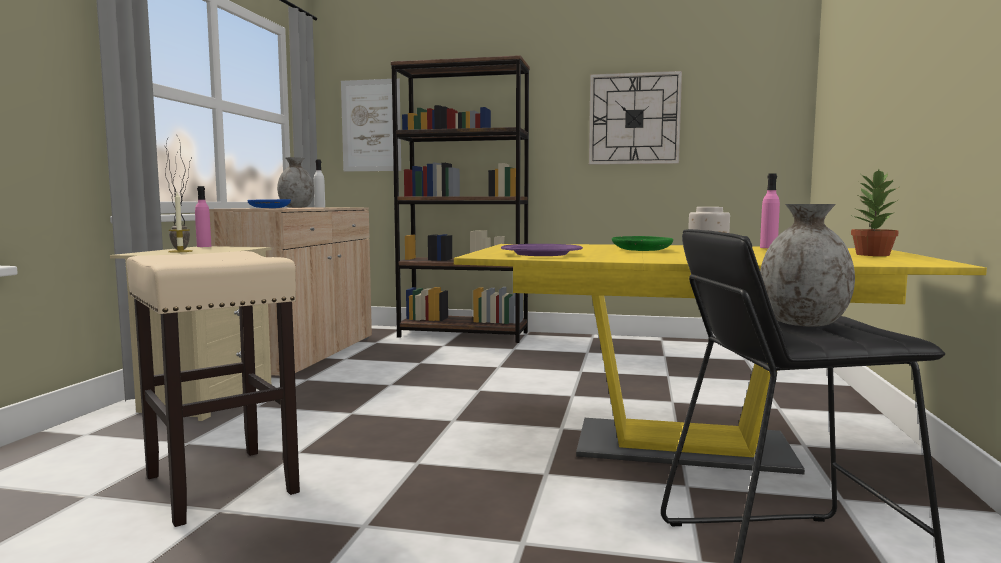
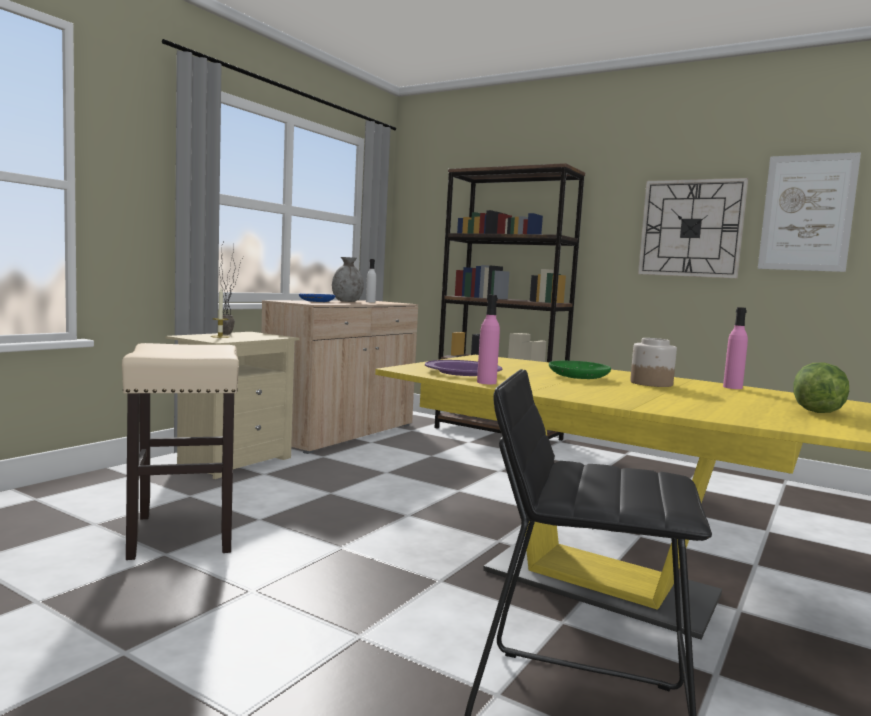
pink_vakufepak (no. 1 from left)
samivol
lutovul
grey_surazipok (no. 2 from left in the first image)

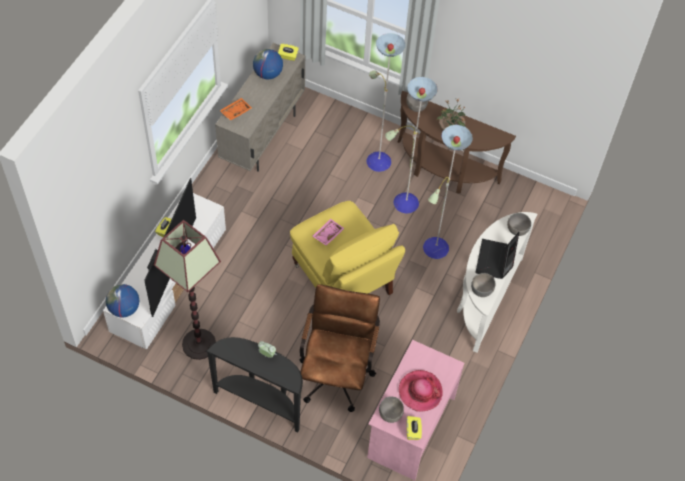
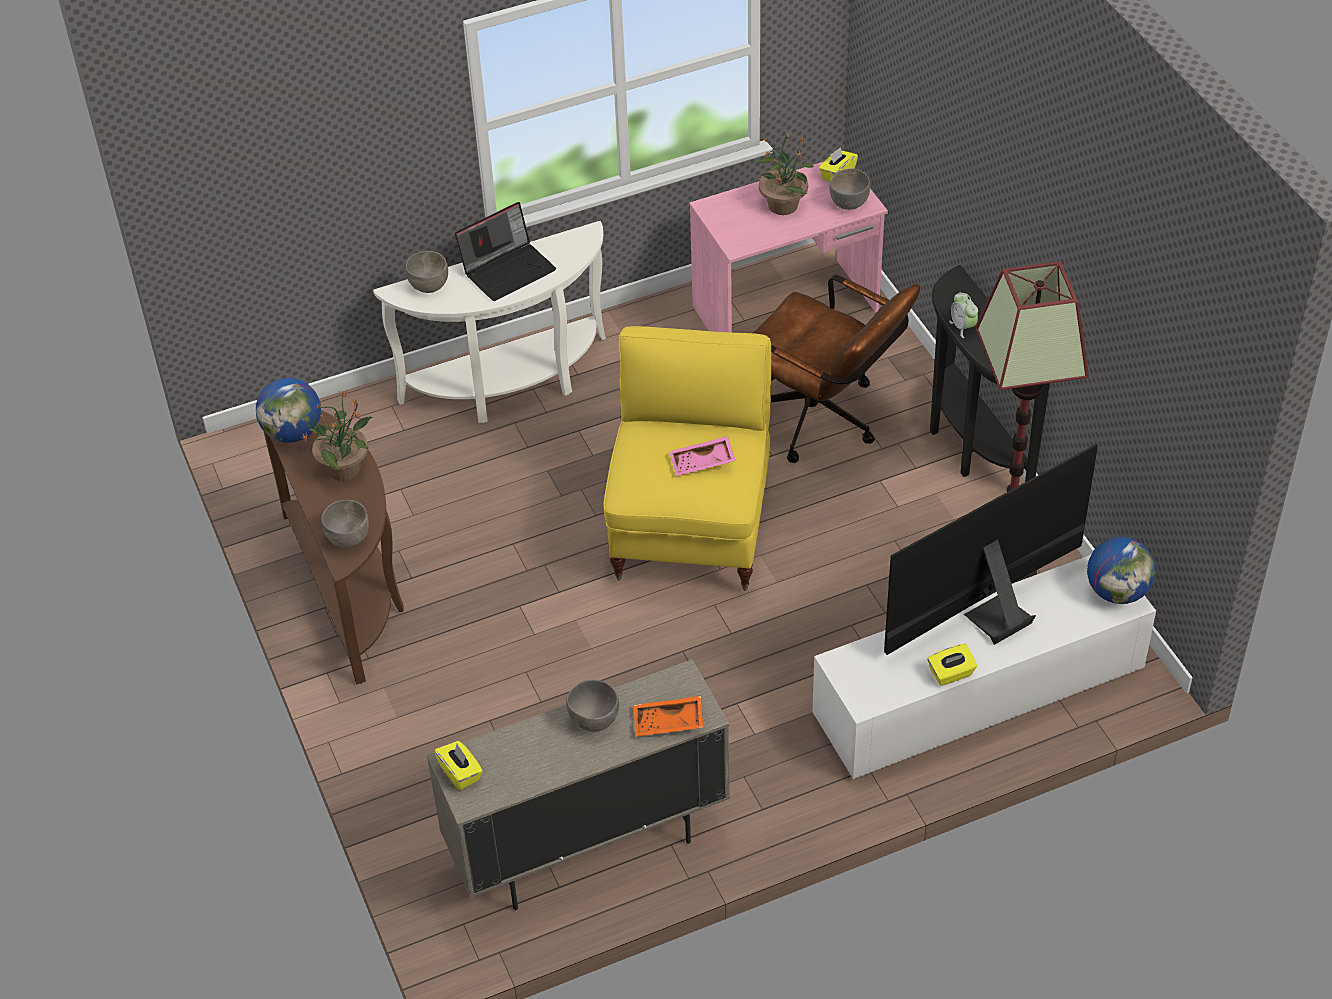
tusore (no. 1 from left)
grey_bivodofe (no. 3 from left)
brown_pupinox
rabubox (no. 2 from left)
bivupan (no. 2 from left in the first image)

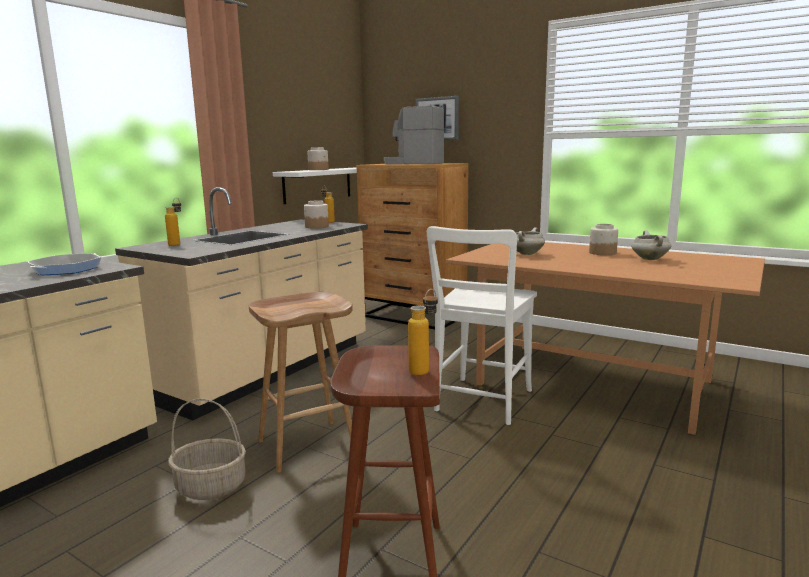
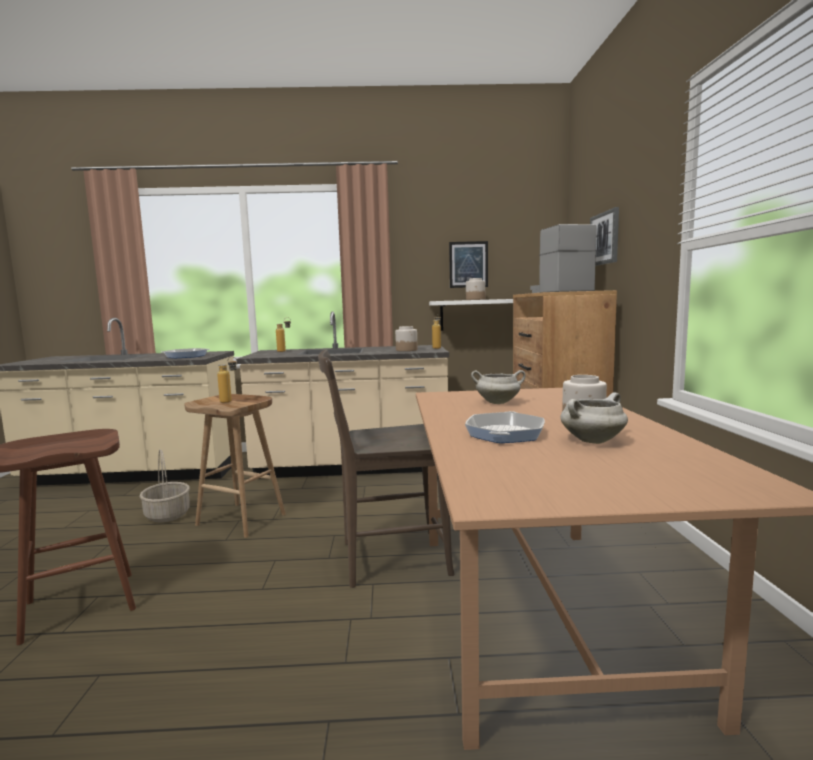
vakufepak (no. 1 from left)
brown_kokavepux
samivol (no. 1 from left)
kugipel (no. 2 from left)

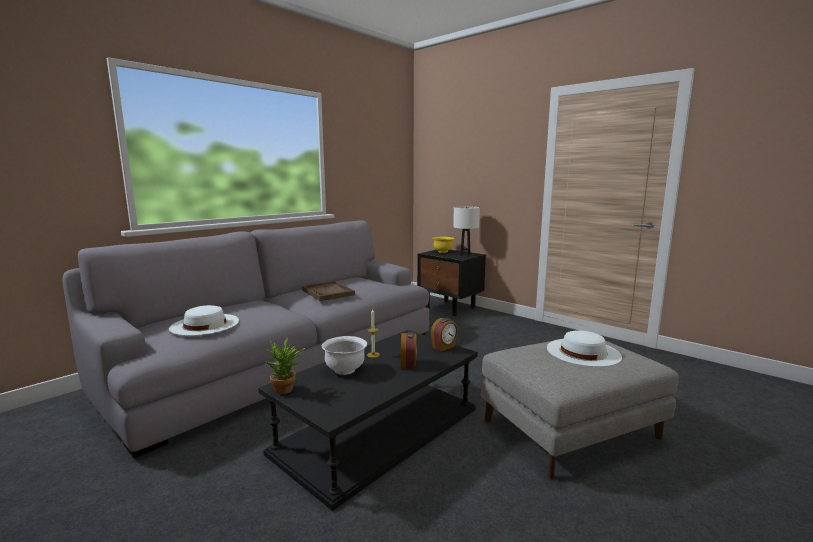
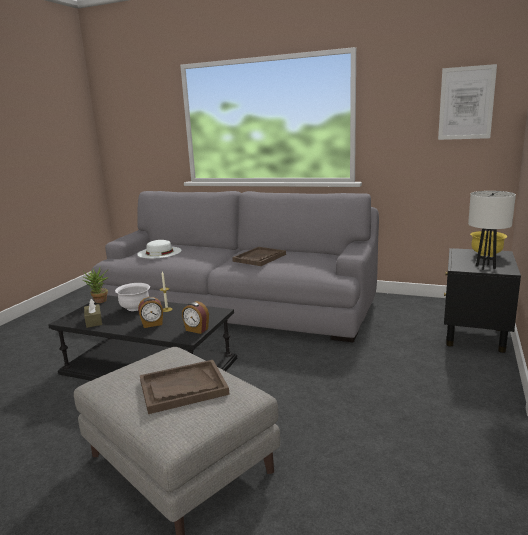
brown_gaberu
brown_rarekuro (no. 1 from left)
samivol

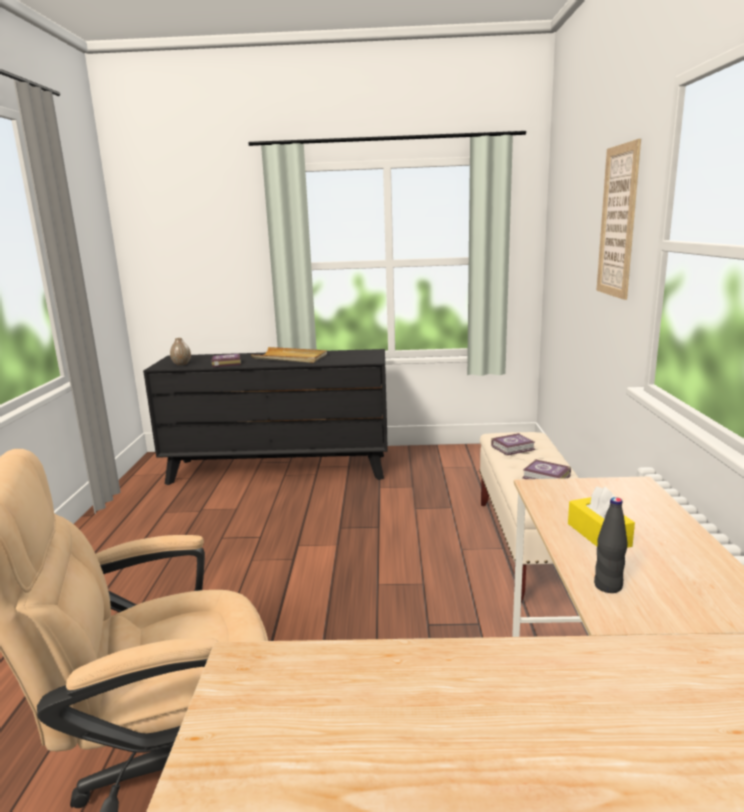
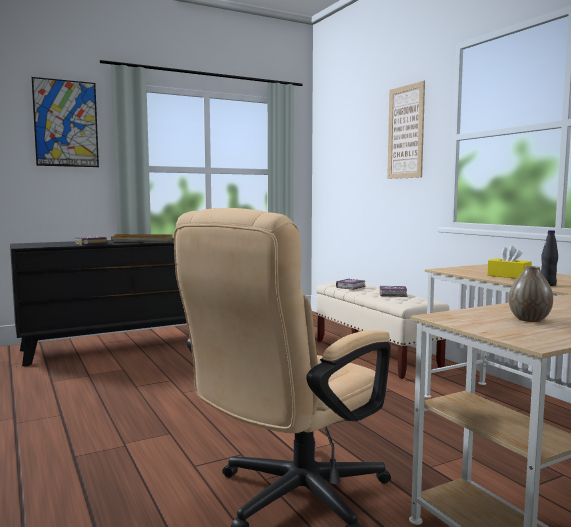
samivol (no. 1 from left)
surazipok

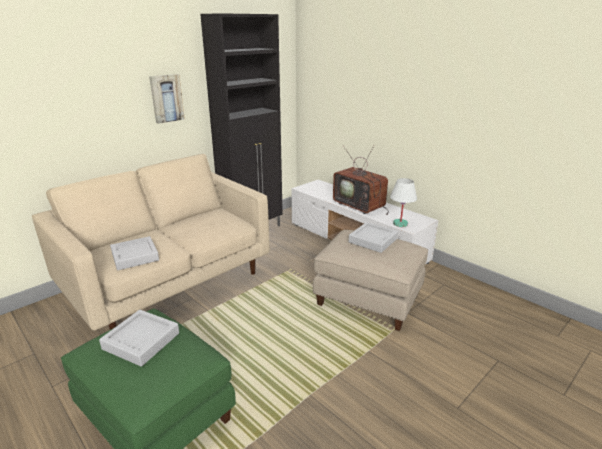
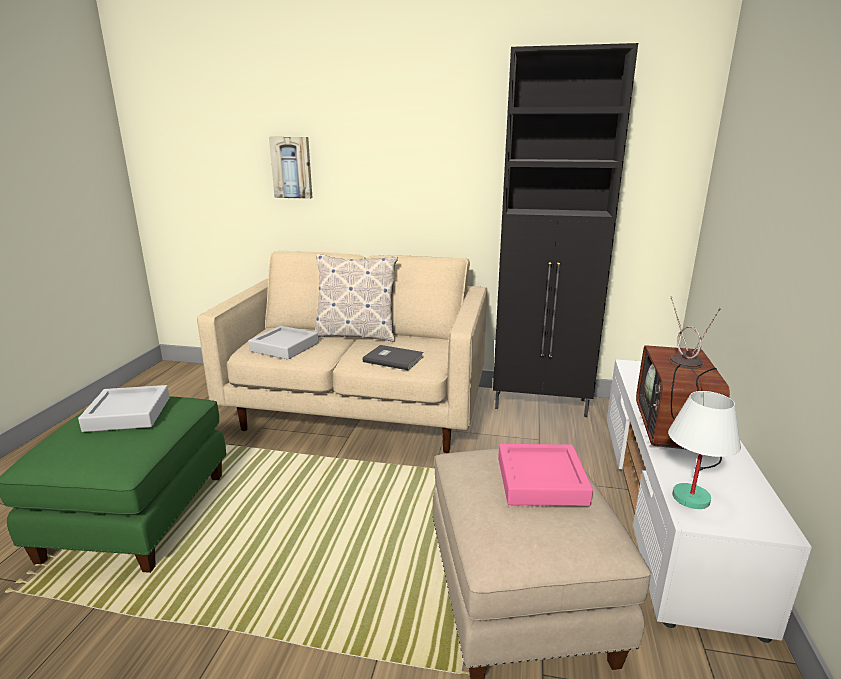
samivol
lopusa
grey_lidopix
pink_rarekuro

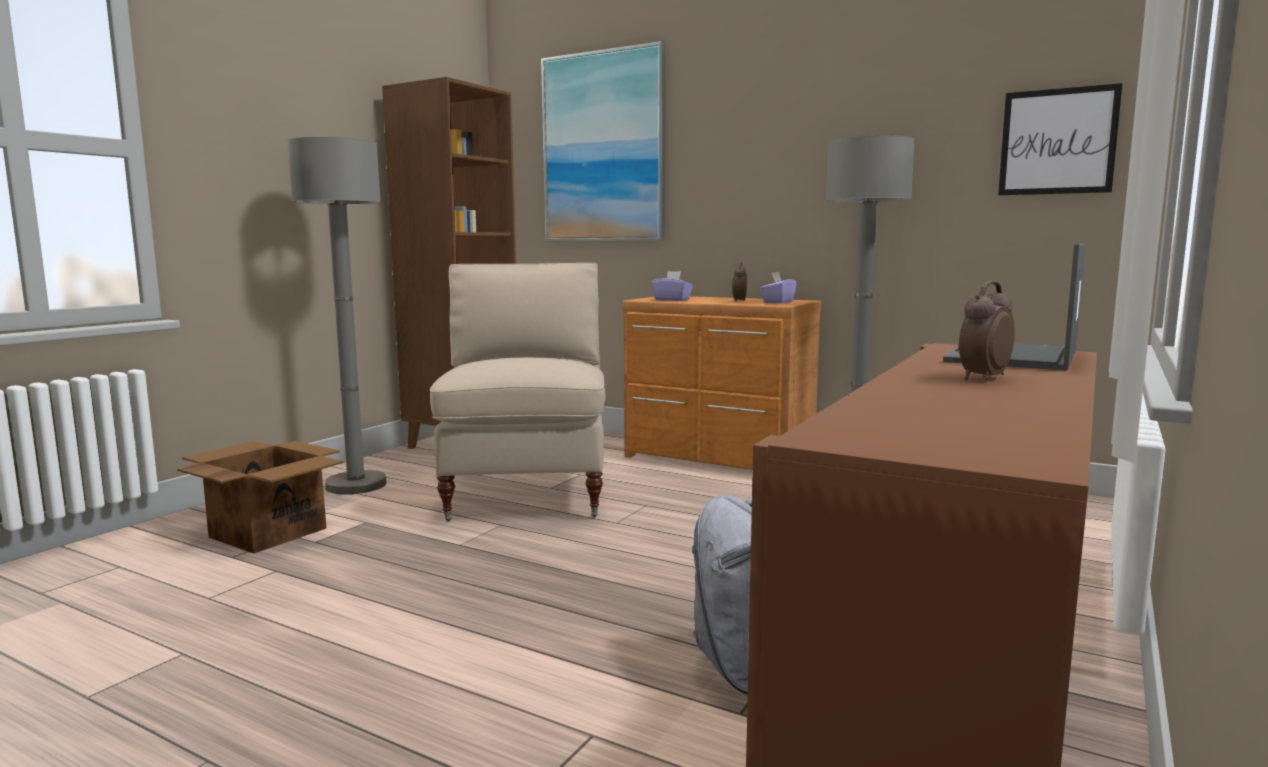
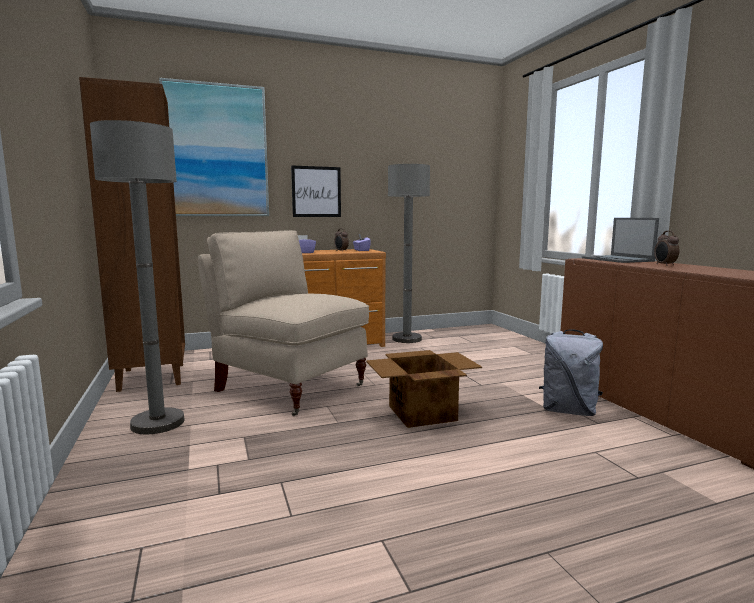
samivol (no. 2 from left)
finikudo

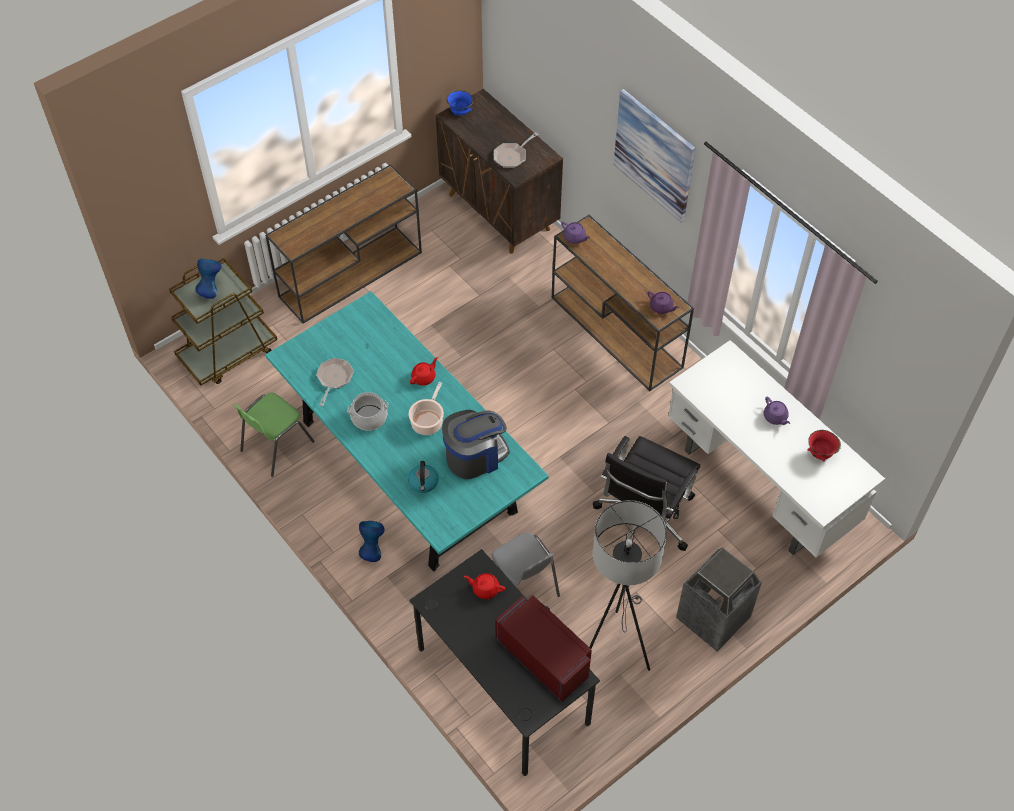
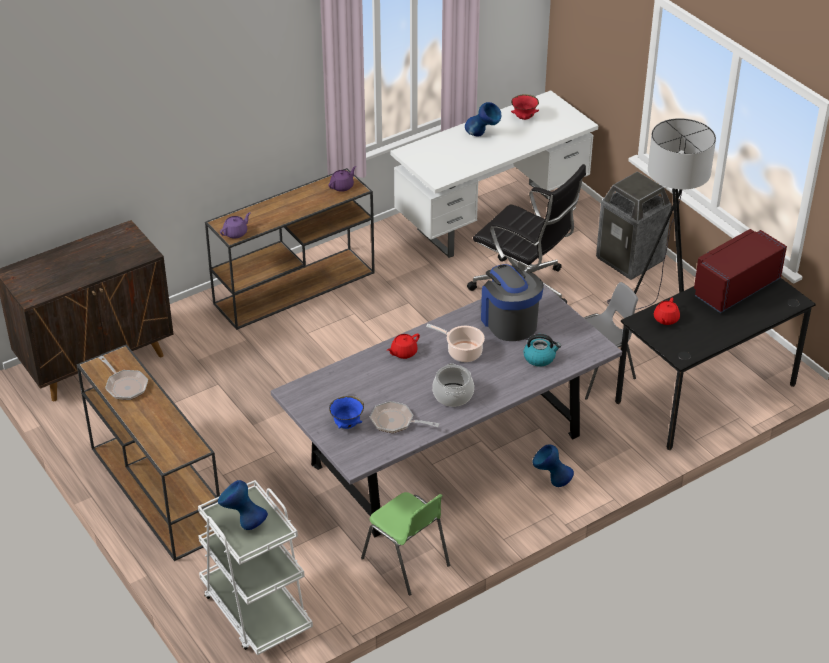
kugipel (no. 1 from left)
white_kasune
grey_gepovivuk
blue_bivodofe
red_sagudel (no. 1 from left)
blue_surazipok (no. 2 from left)
samivol

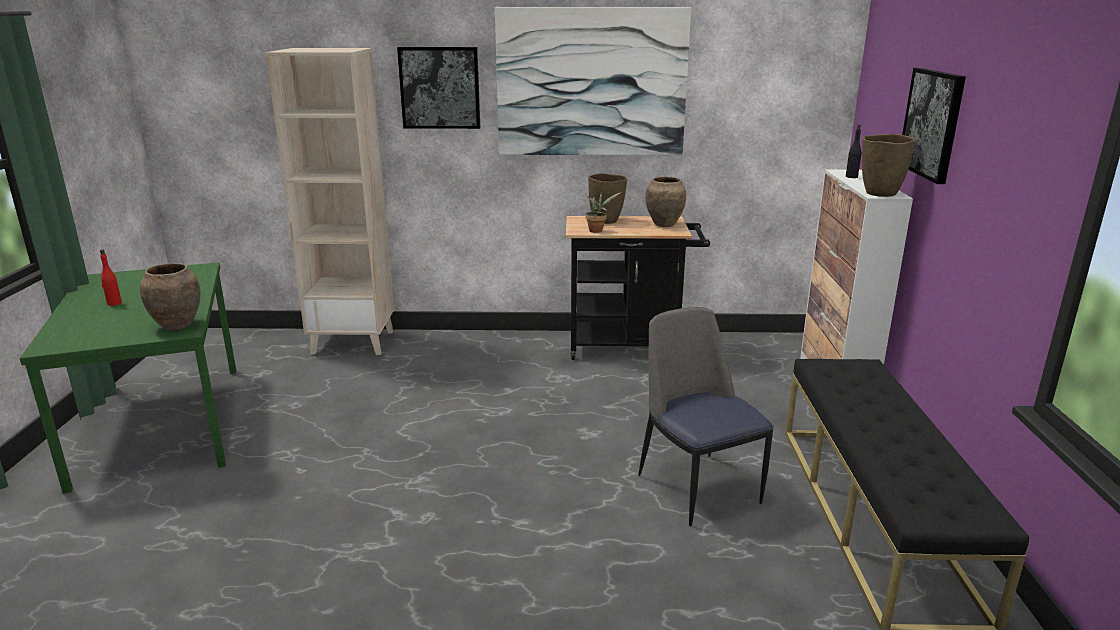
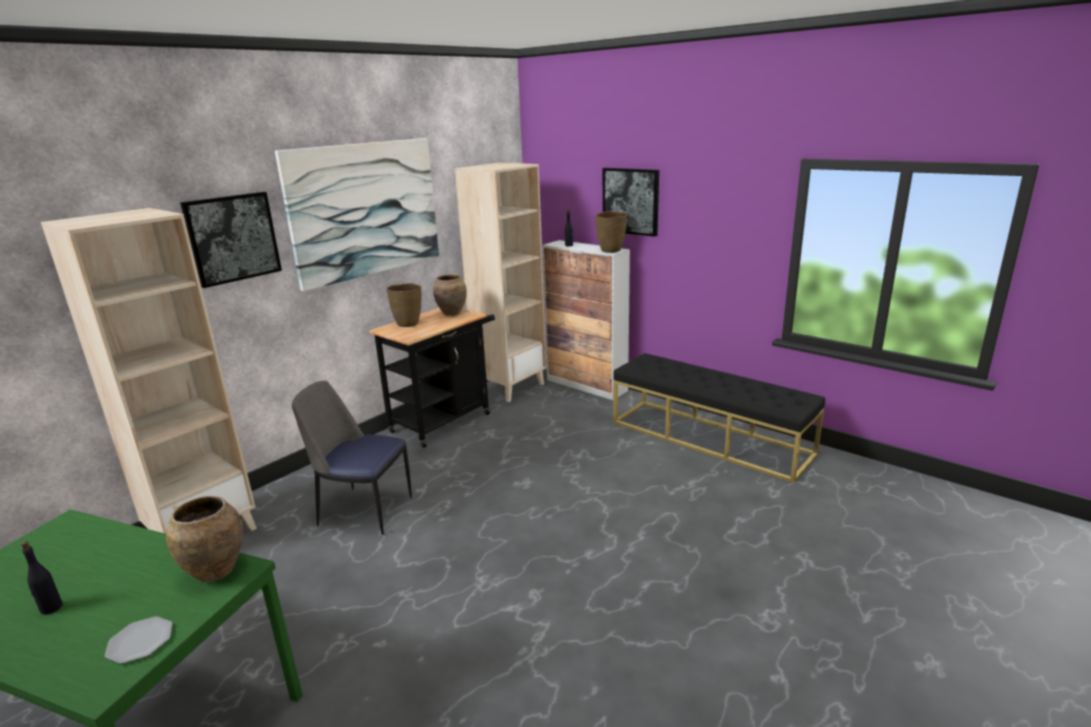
black_vakufepak (no. 1 from left)
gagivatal
kokavepux
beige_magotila (no. 2 from left)
rabubox

